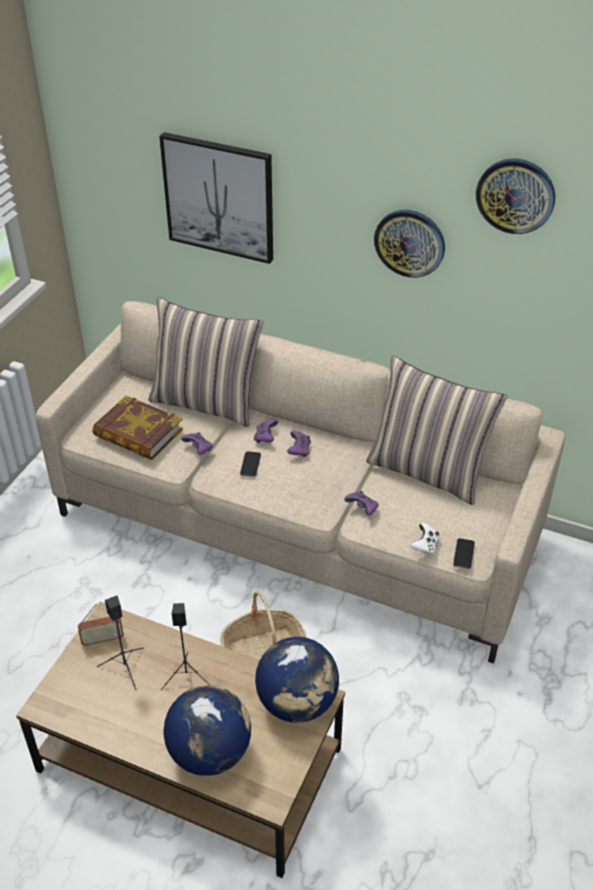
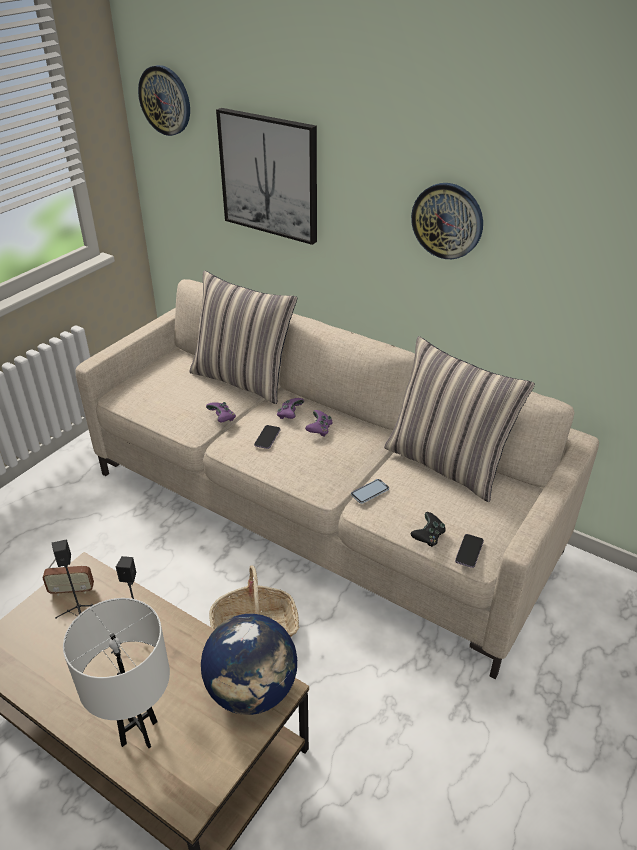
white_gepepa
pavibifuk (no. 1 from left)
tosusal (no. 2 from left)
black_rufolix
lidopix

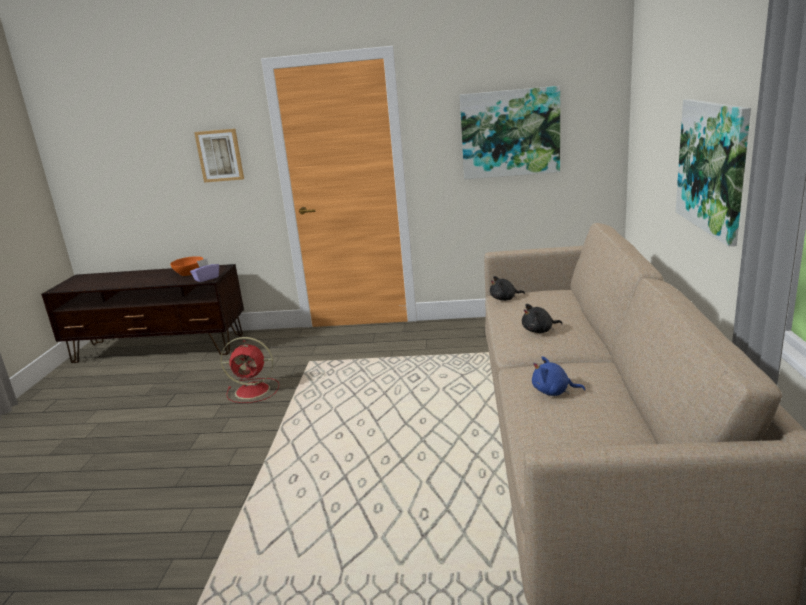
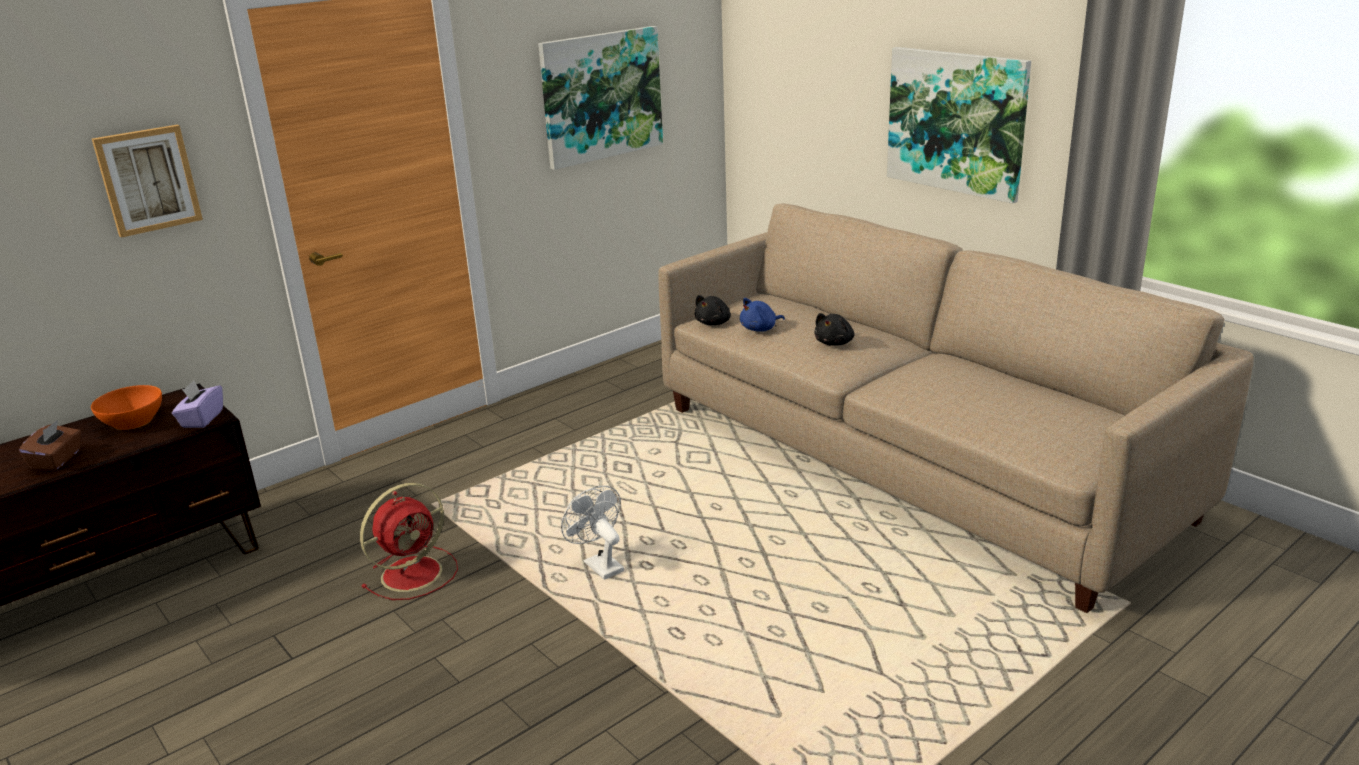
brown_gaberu
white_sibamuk
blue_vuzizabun

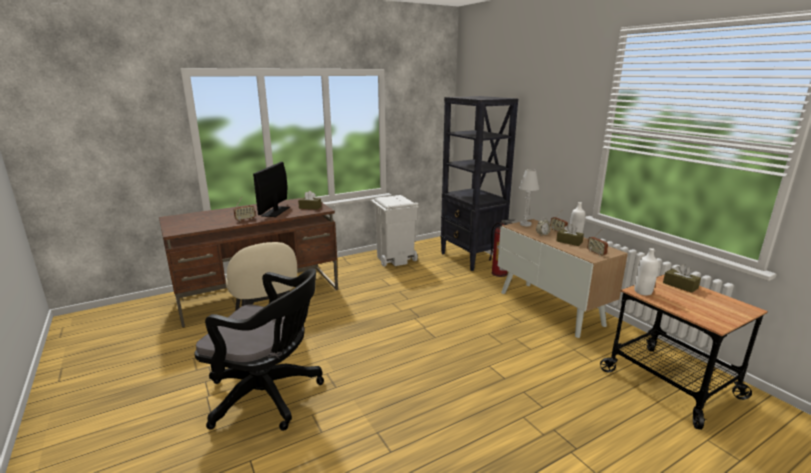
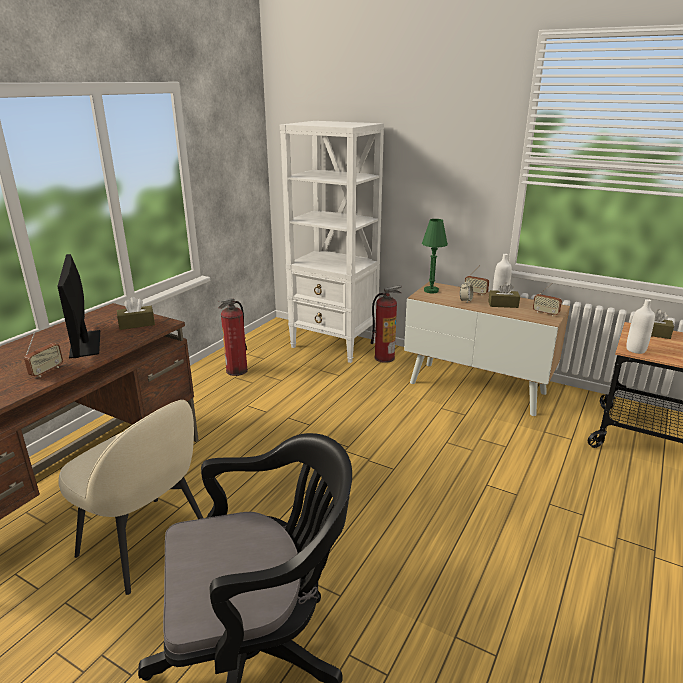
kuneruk (no. 1 from left)
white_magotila
green_gepepa

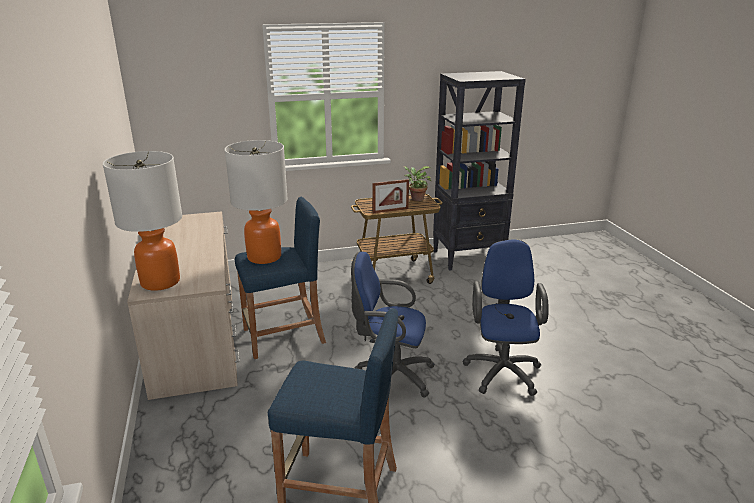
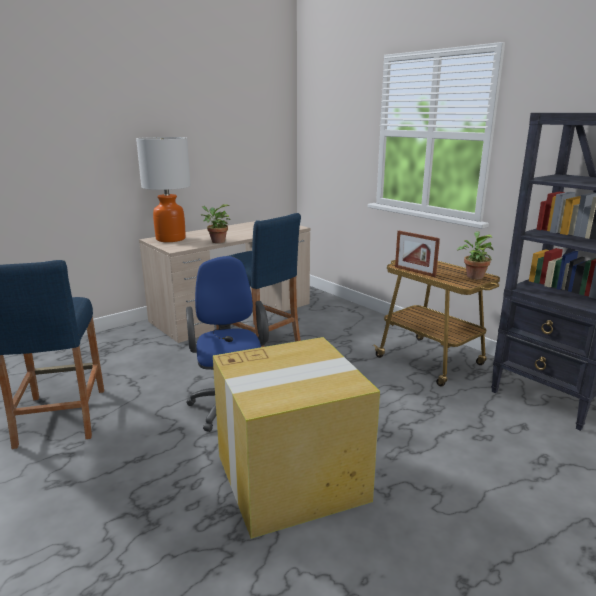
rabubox (no. 1 from left)
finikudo
gepepa (no. 2 from left in the first image)

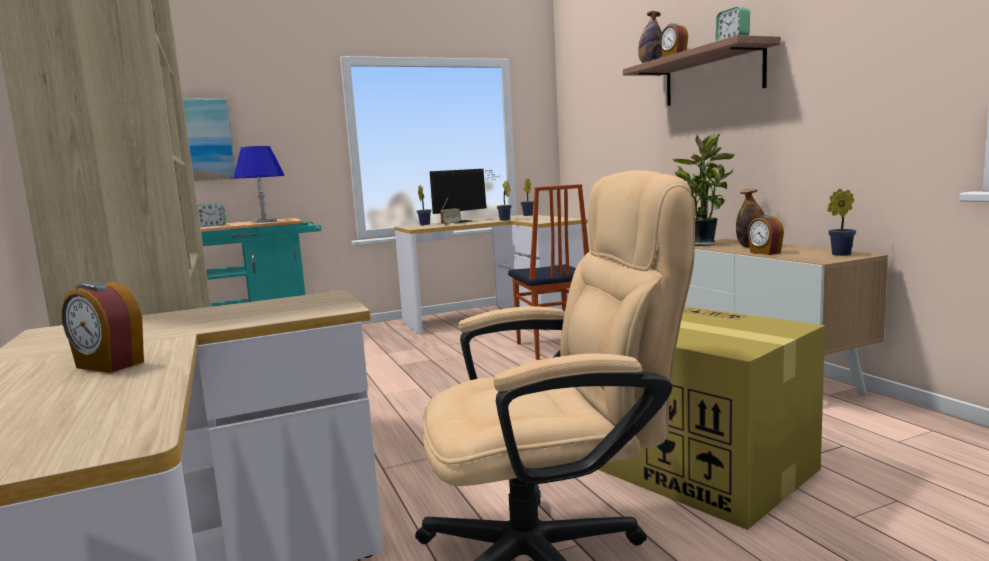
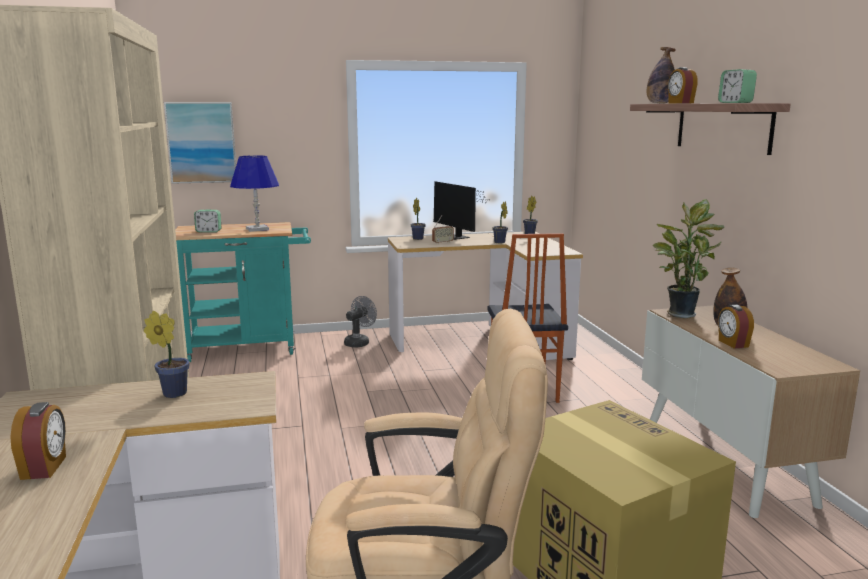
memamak (no. 1 from left)
rabubox (no. 1 from left)
grey_sibamuk
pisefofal

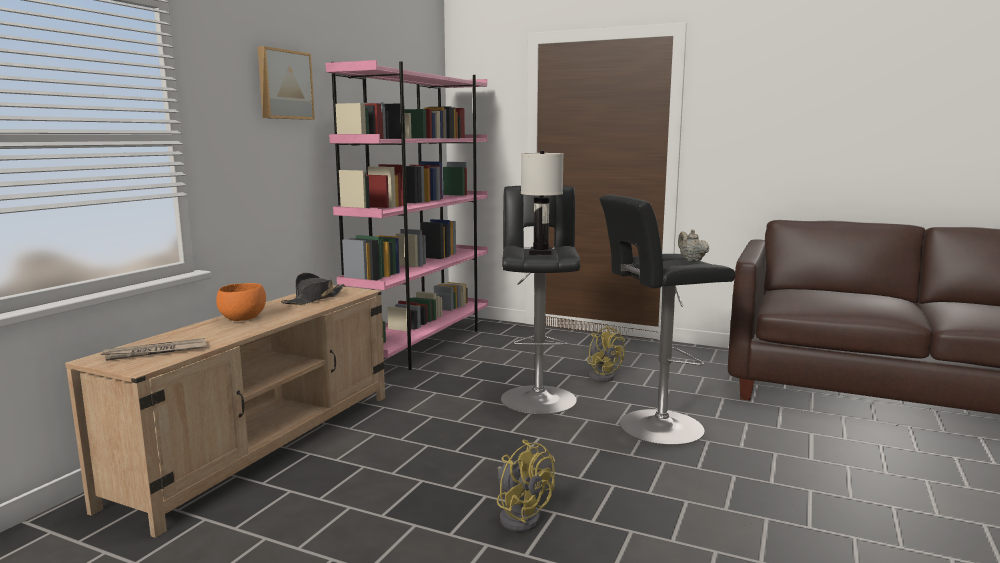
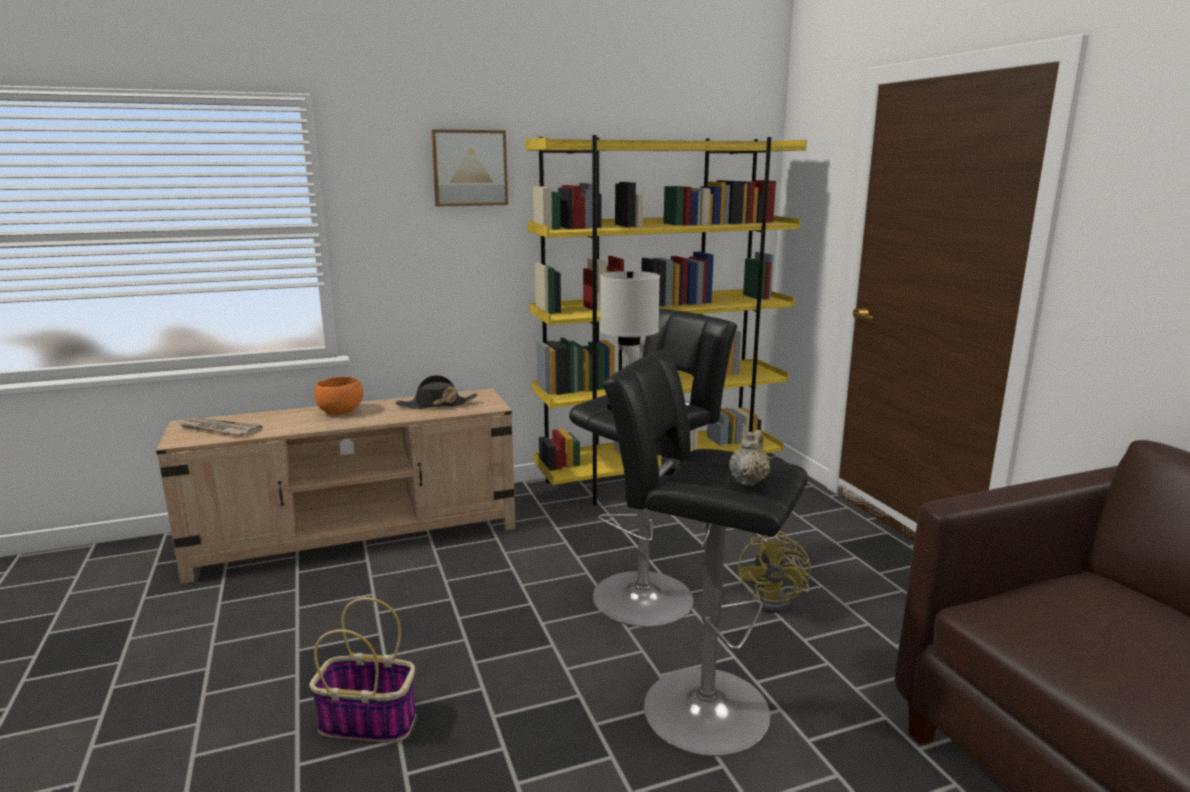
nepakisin
yellow_magotila

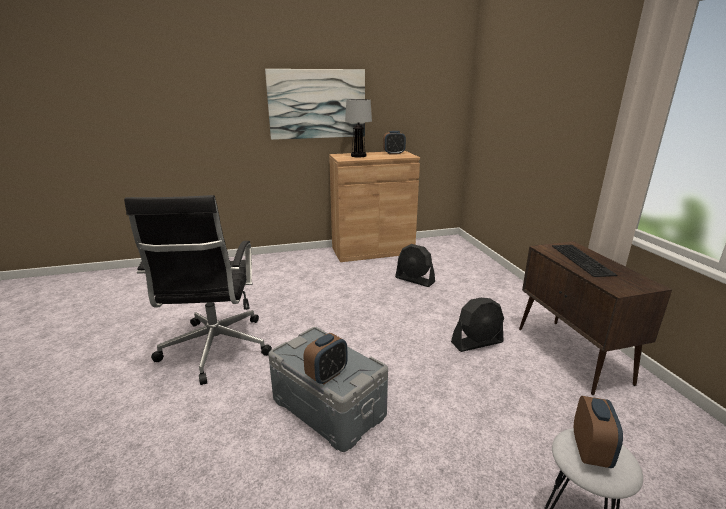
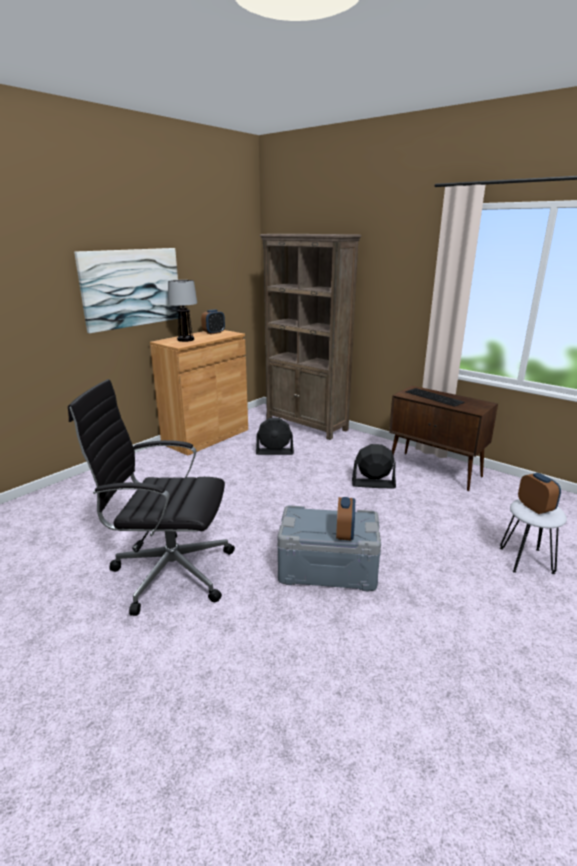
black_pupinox
brown_magotila
black_sibamuk (no. 2 from left)

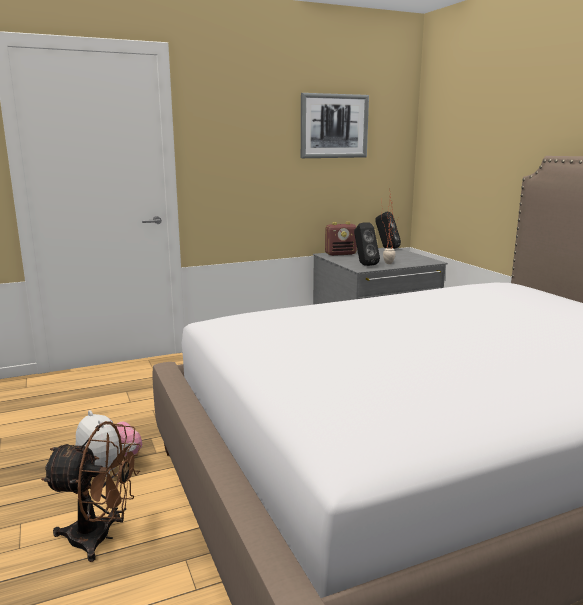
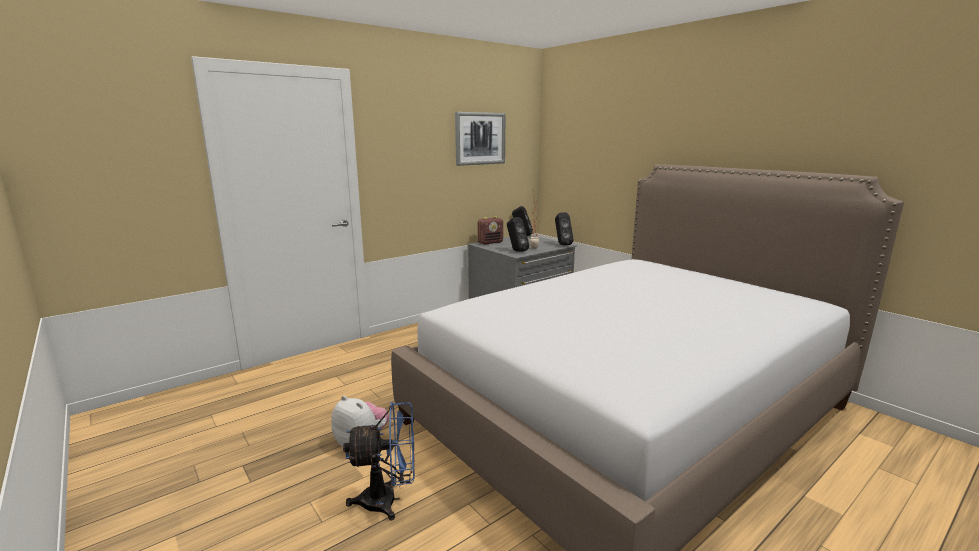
blue_sibamuk
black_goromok (no. 3 from left)

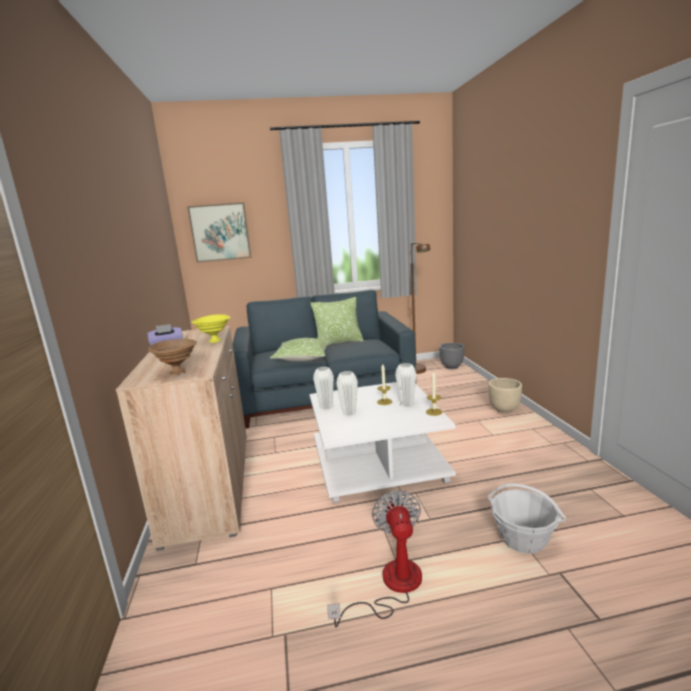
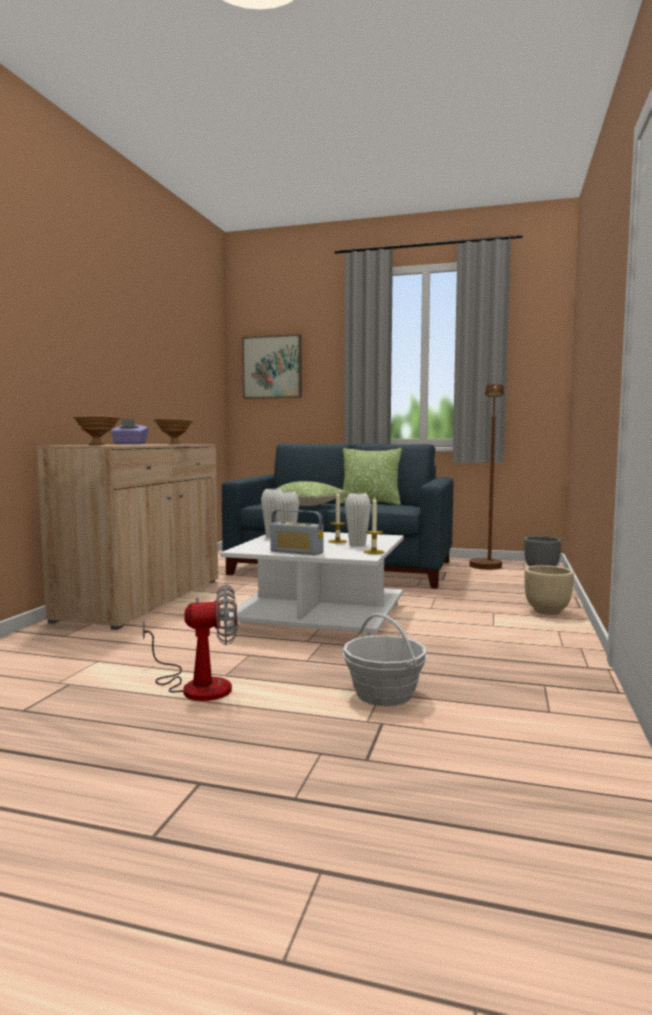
sibamuk
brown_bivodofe (no. 2 from left)
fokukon

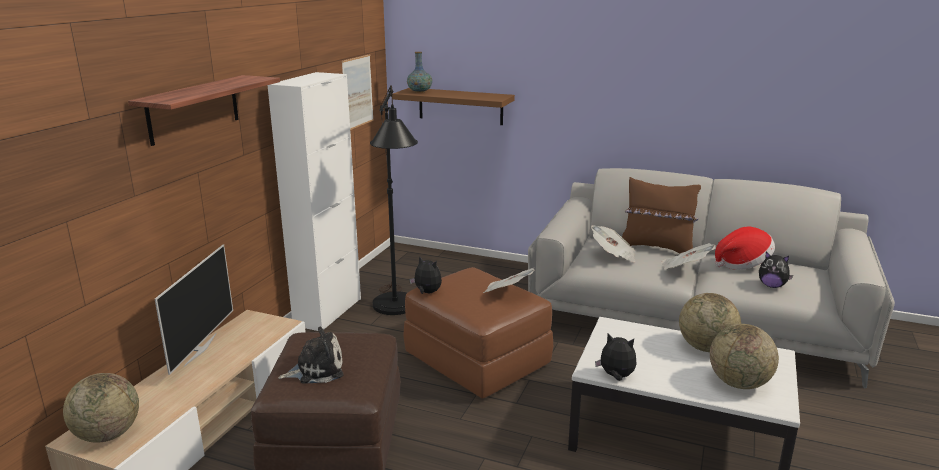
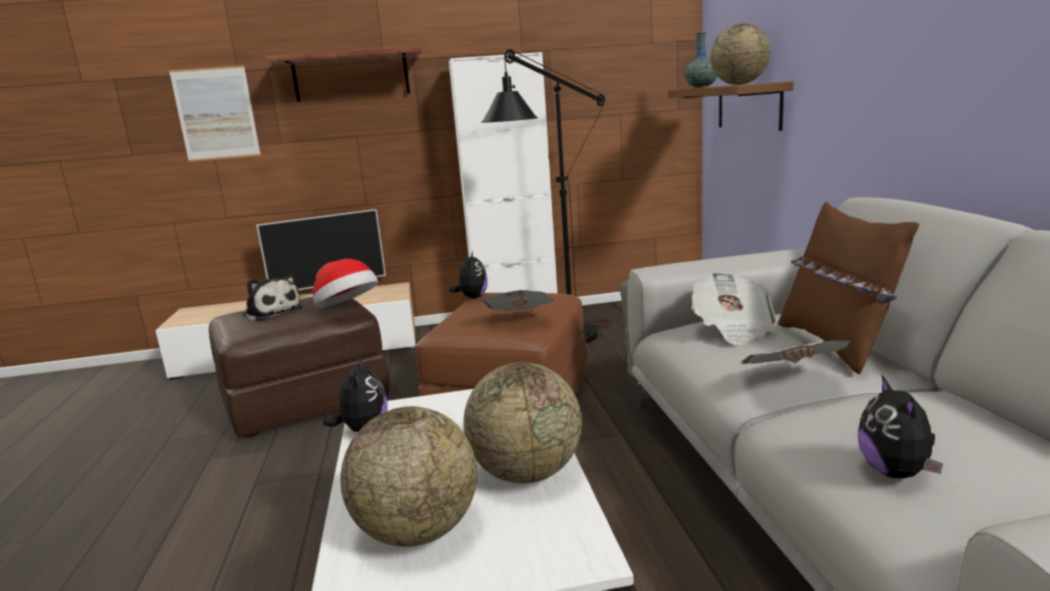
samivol
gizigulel
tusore (no. 3 from left)

